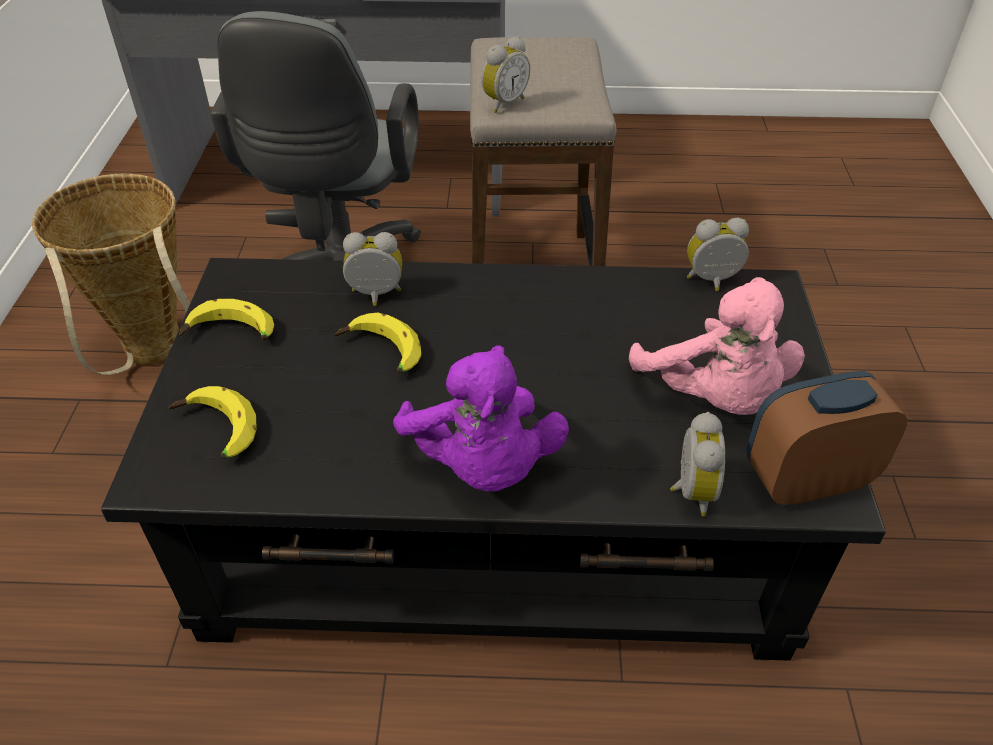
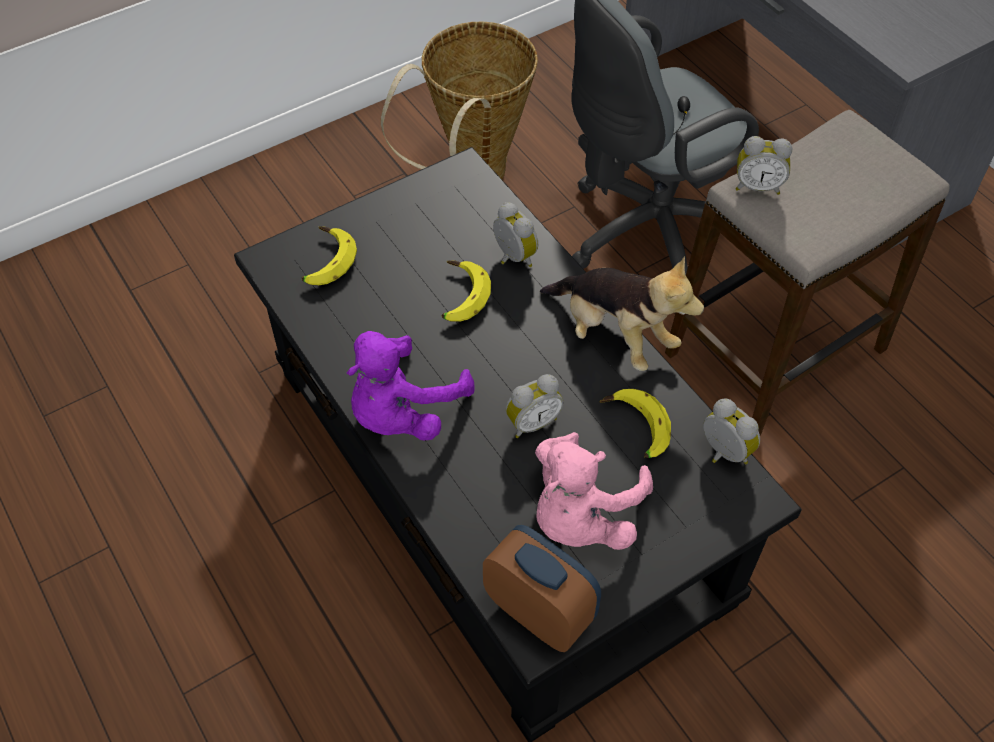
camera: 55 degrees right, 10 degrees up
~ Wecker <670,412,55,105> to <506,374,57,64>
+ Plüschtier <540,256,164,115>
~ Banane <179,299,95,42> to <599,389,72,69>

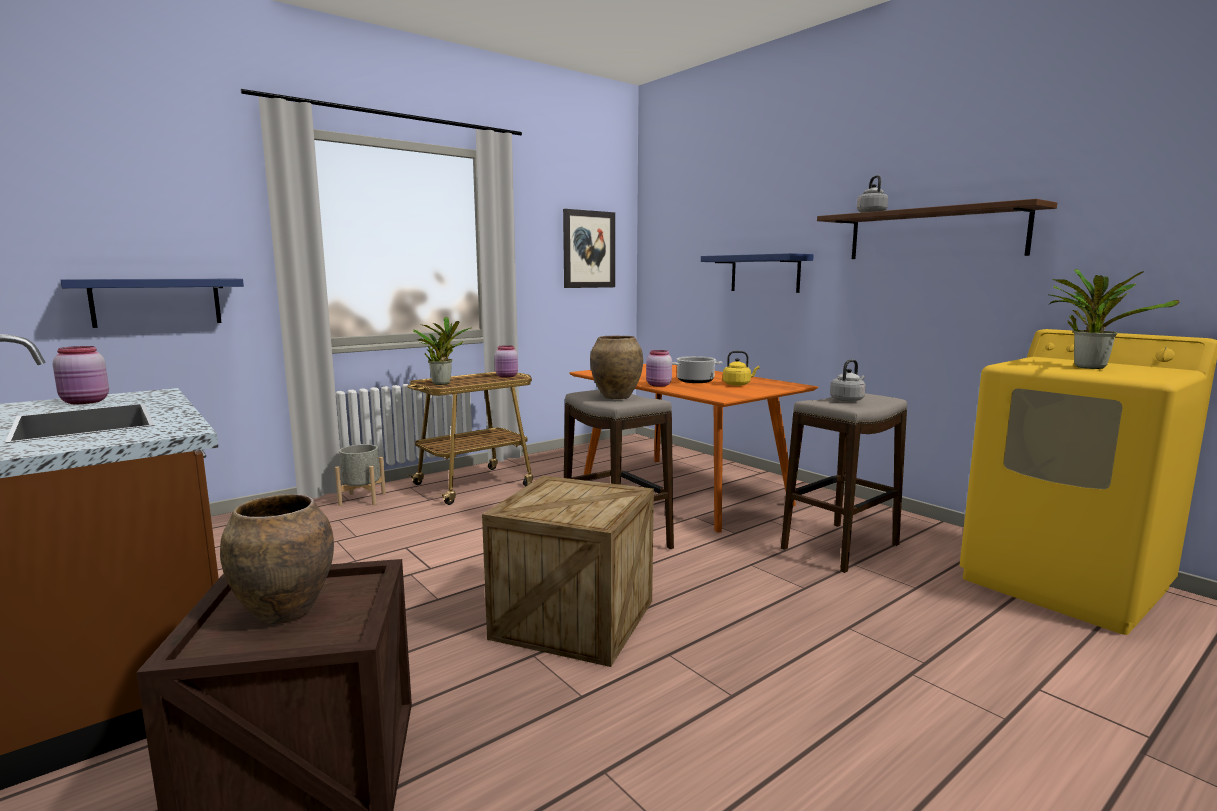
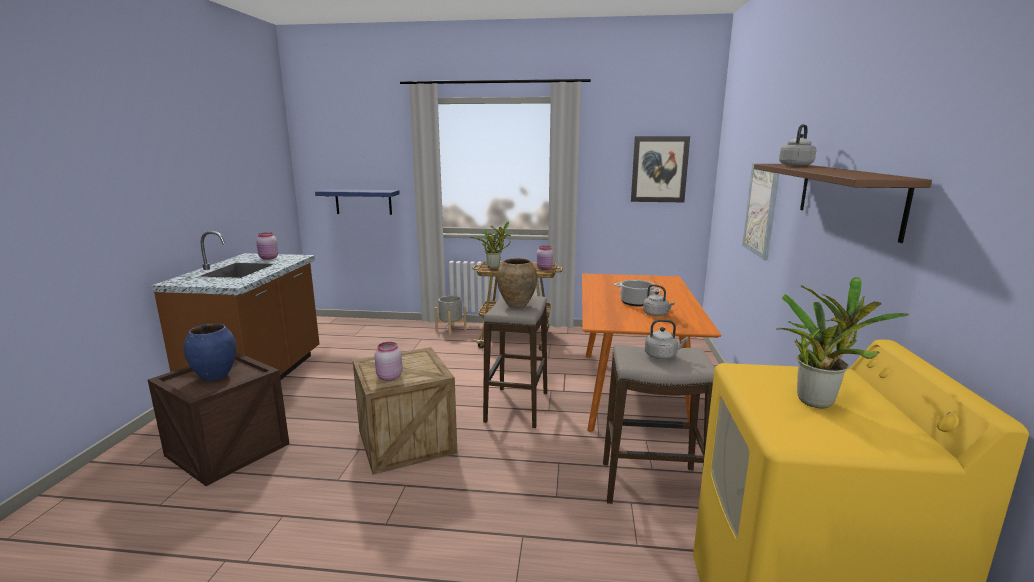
camera: 45 degrees right, 5 degrees up
~ Vase [braun] <220,494,114,130> to Vase [blau] <184,324,52,57>
~ Vorratsglas [rosa] <646,350,26,37> to <375,342,28,39>
~ Wasserkessel [gelb] <723,351,37,35> to Wasserkessel [grau] <643,284,32,32>
~ Wandregal [blau] <701,253,113,40> to Bild <742,163,37,97>

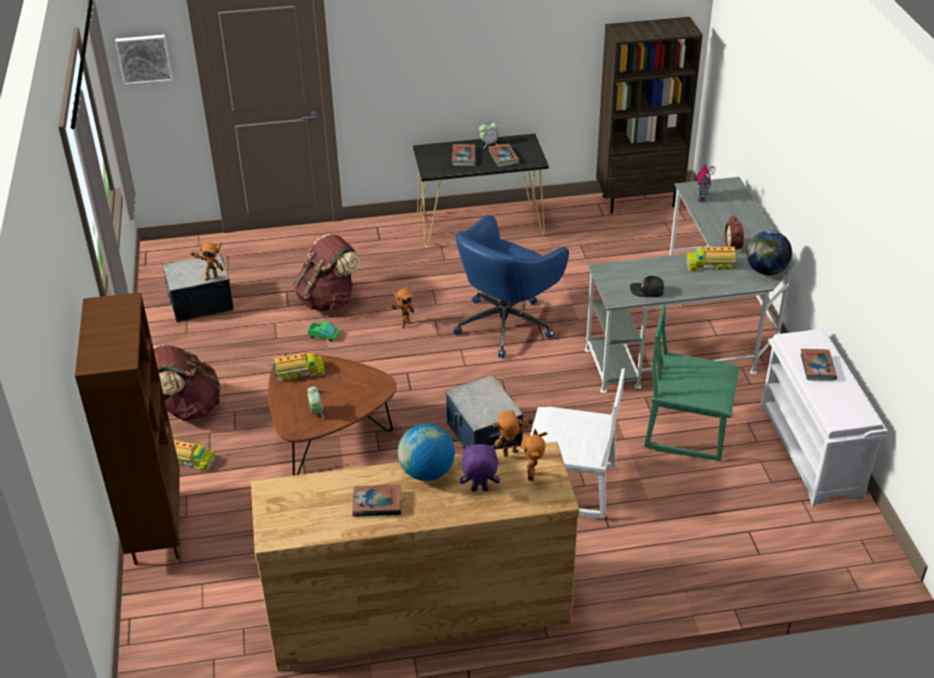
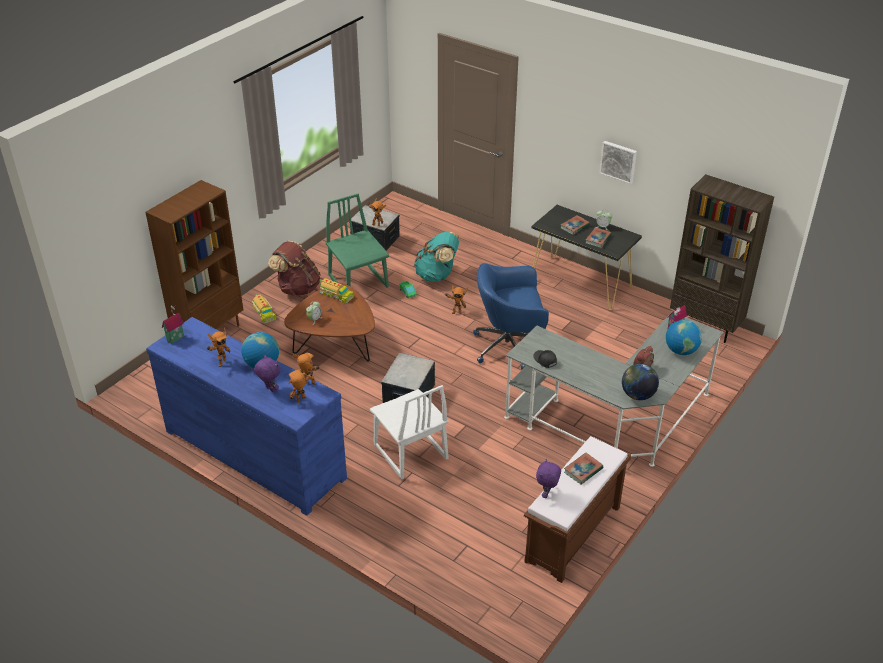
camera: 45 degrees right, 0 degrees up
~ Kommode [braun] <251,442,329,229> to Kommode [blau] <146,317,201,199>
+ Spielzeughaus <162,305,22,39>
~ Buch <352,484,49,33> to Spielzeugroboter <207,328,23,39>
~ Stuhl [grün] <644,304,95,157> to <326,194,63,94>
~ Rucksack [braun] <293,234,68,77> to Rucksack [türkis] <414,232,45,50>
~ Bank [weiß] <760,329,128,178> to Bank [braun] <524,436,107,147>
+ Plüschtier [lila] <536,459,25,39>
~ Bild <115,35,57,50> to <599,141,38,43>
+ Globus <666,320,36,35>
- Spielzeuglaster <686,247,55,24>

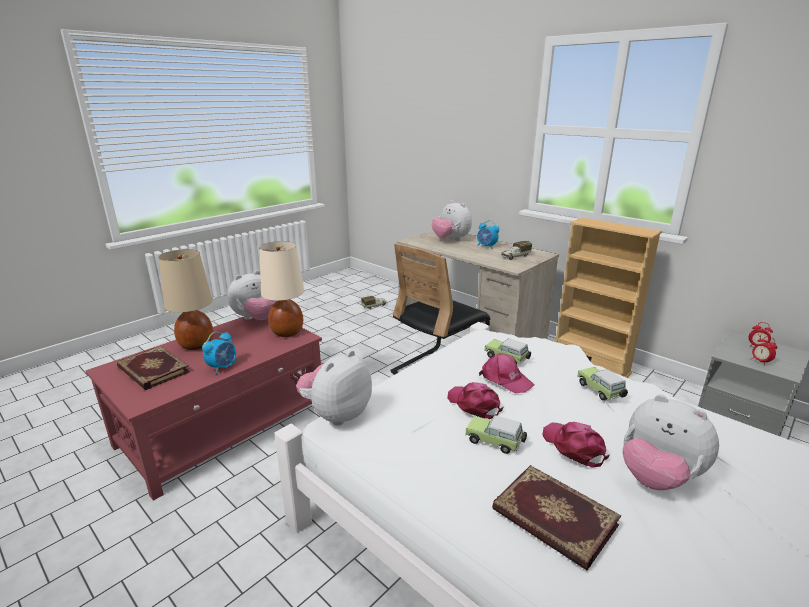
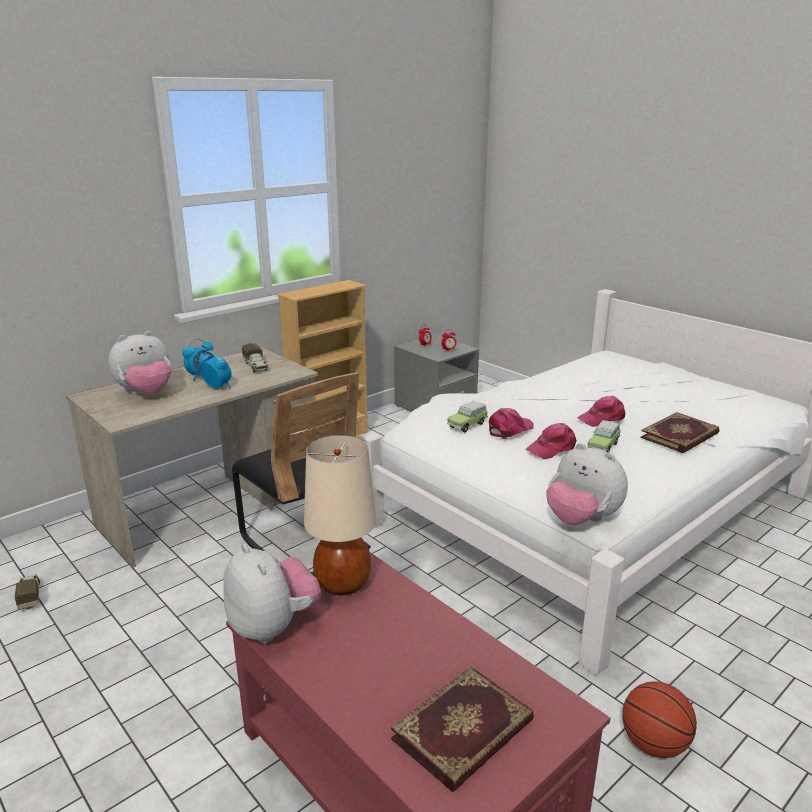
camera: 85 degrees left, 0 degrees up
~ Wecker <202,332,34,42> to <199,351,33,38>
+ Basketball <622,681,75,77>
- Tischlampe [beige] <159,249,54,101>
- Spielzeugauto <577,367,51,33>
- Plüschtier <623,394,96,96>

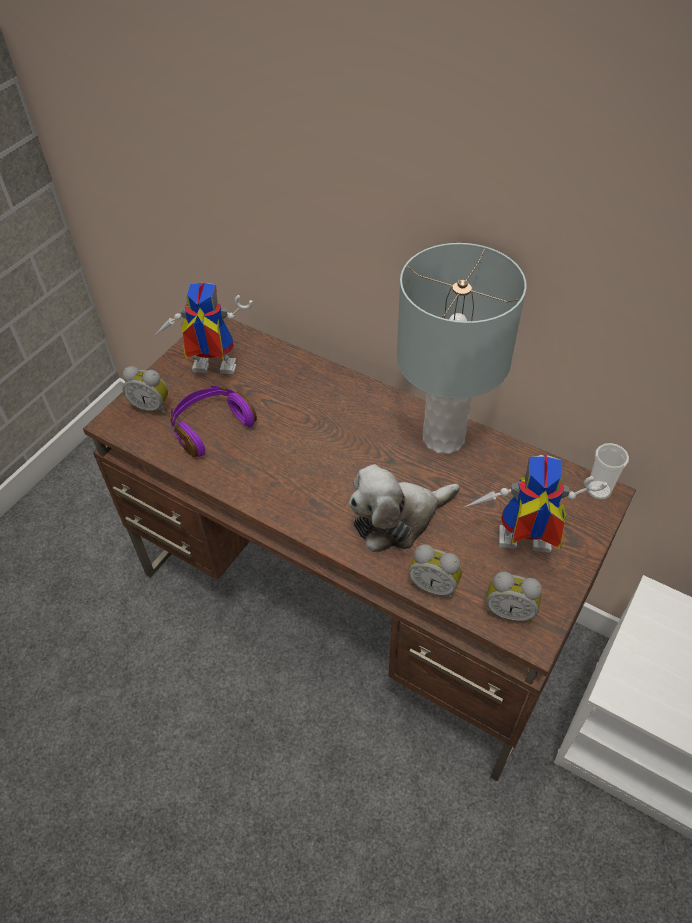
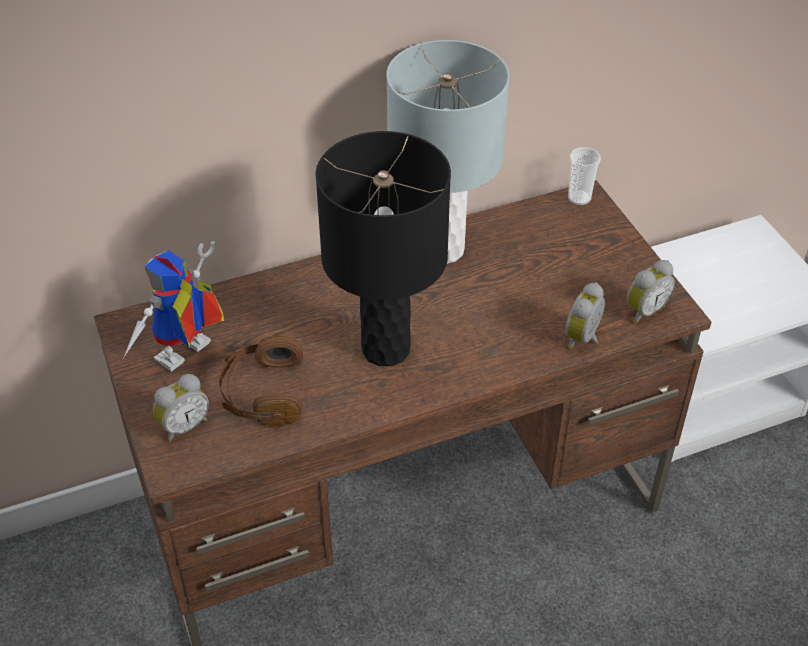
camera: 55 degrees left, 5 degrees down
~ Kopfhörer [lila] <170,385,87,72> to Kopfhörer [braun] <219,335,84,91>
+ Tischlampe [schwarz] <315,131,136,235>
~ Wecker <408,544,54,55> = <565,283,40,66> 150 degrees clockwise
- Plüschtier <349,464,111,88>
- Spielzeugroboter <463,455,144,97>

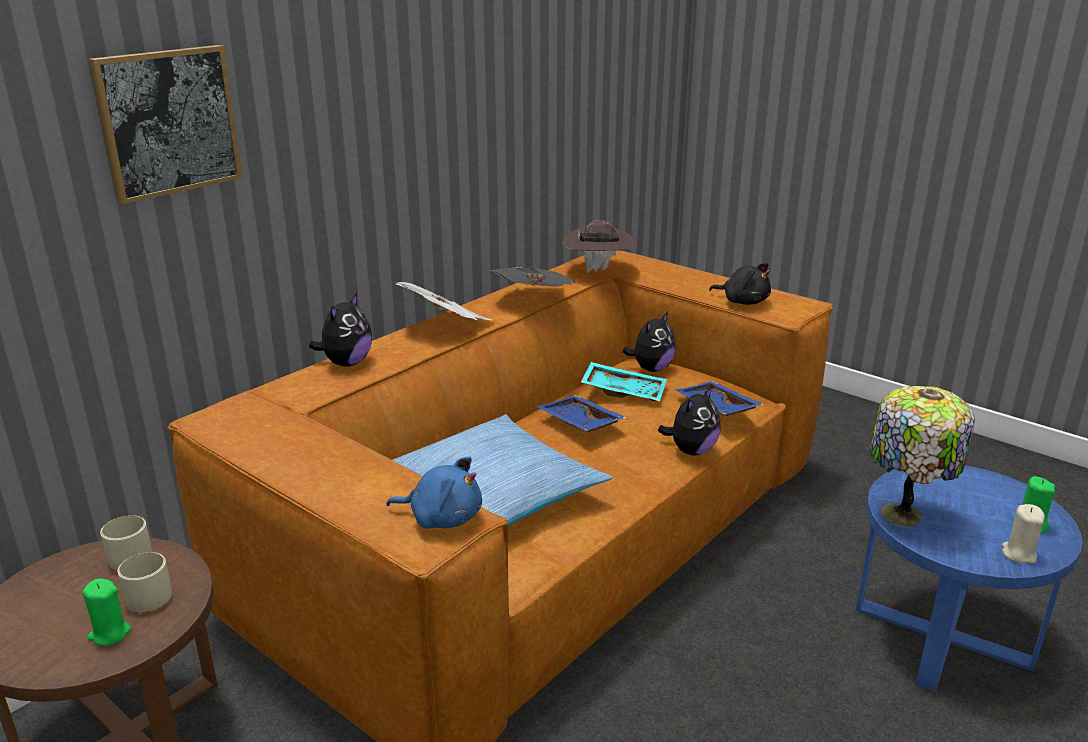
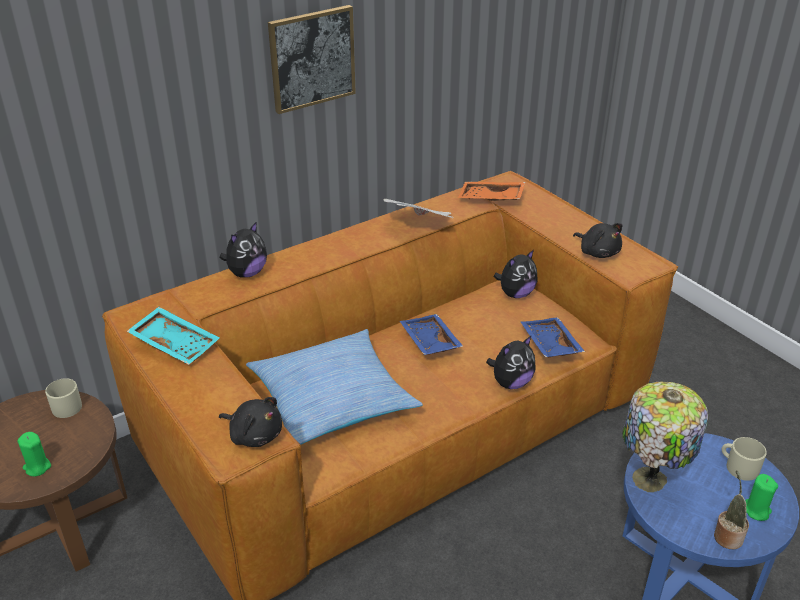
camera: 15 degrees right, 10 degrees up
~ Tablett [türkis] <581,362,86,40> to <127,307,93,58>
~ Plüschtier [blau] <386,456,96,73> to Plüschtier [schwarz] <219,397,63,50>
~ Bild <89,45,154,159> to <268,5,88,109>
~ Hut [braun] <562,220,75,53> to Tablett [orange] <458,182,68,19>
~ Kerze [beige] <1002,504,43,60> to Topfpflanze <714,470,35,79>
~ Henkelbecher [beige] <118,552,54,60> to <721,437,46,44>
- Zeitung <396,282,97,38>

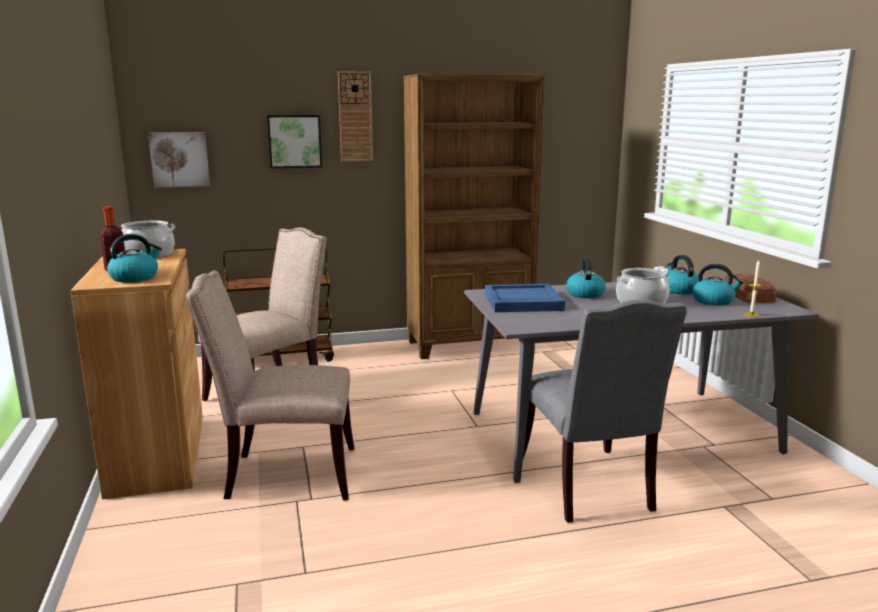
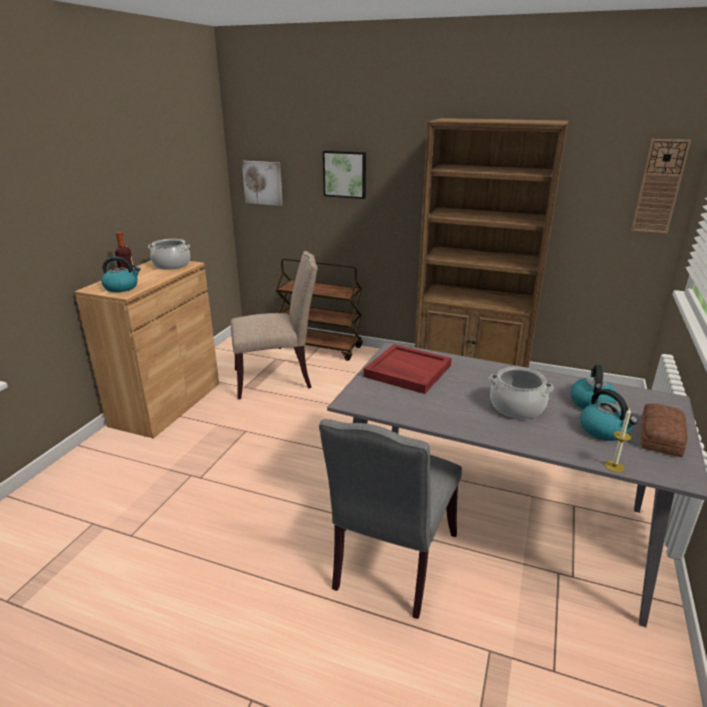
camera: 35 degrees right, 10 degrees up
~ Tablett [blau] <485,284,80,28> to Tablett [rot] <363,344,89,50>
~ Wanduhr <338,71,35,91> to <631,139,60,95>
- Stuhl [beige] <186,271,168,230>
- Wasserkessel <566,258,40,40>

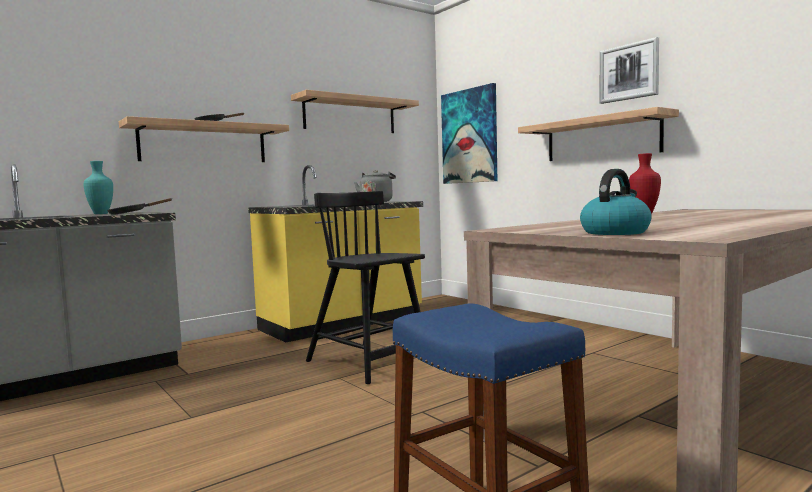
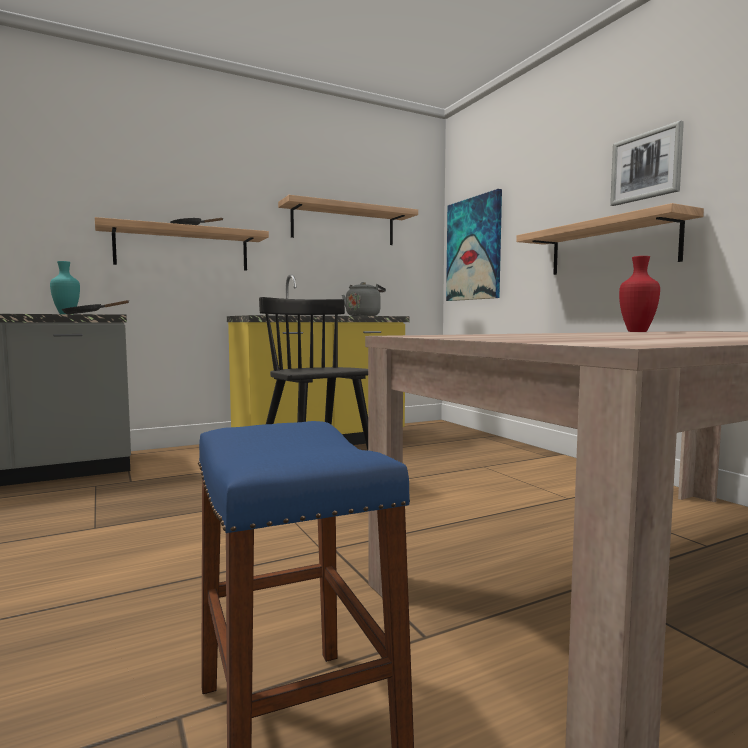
camera: 10 degrees right, 0 degrees up
- Wasserkessel <580,169,72,66>

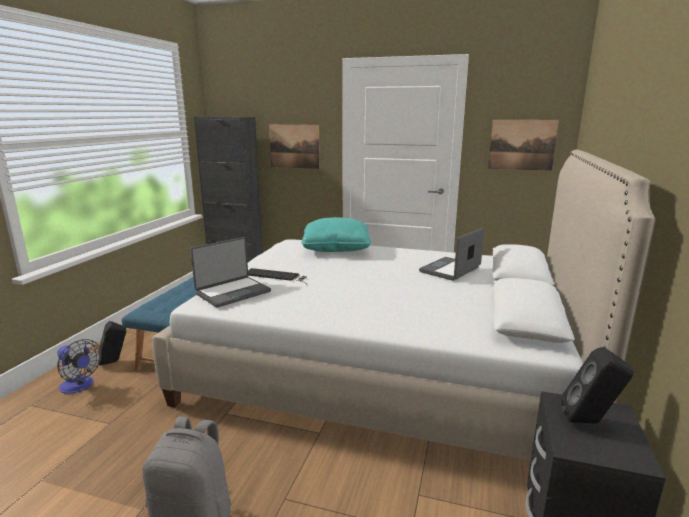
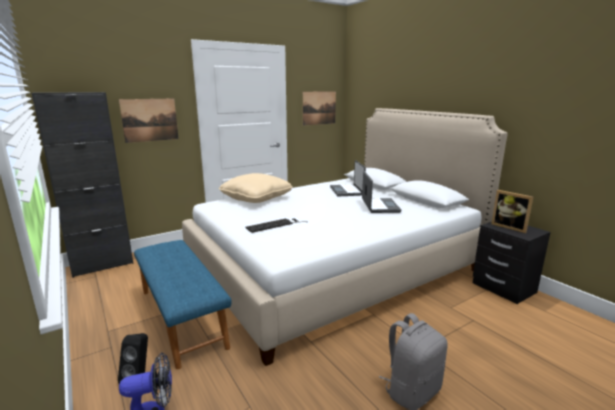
camera: 50 degrees left, 0 degrees up
~ Kissen [türkis] <301,217,70,35> to Kissen [beige] <218,173,75,30>
~ Laptop <190,237,81,71> to <362,171,39,42>
~ Lautsprecher [schwarz] <561,347,73,77> to Bilderrahmen <491,190,42,43>

